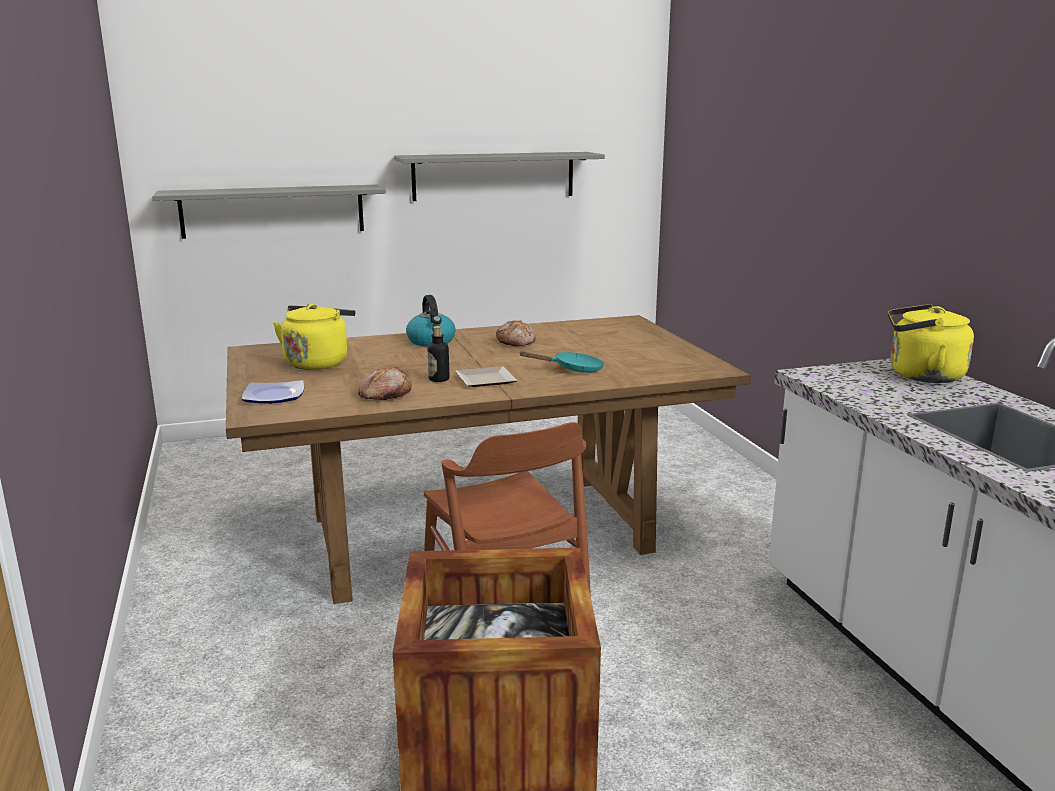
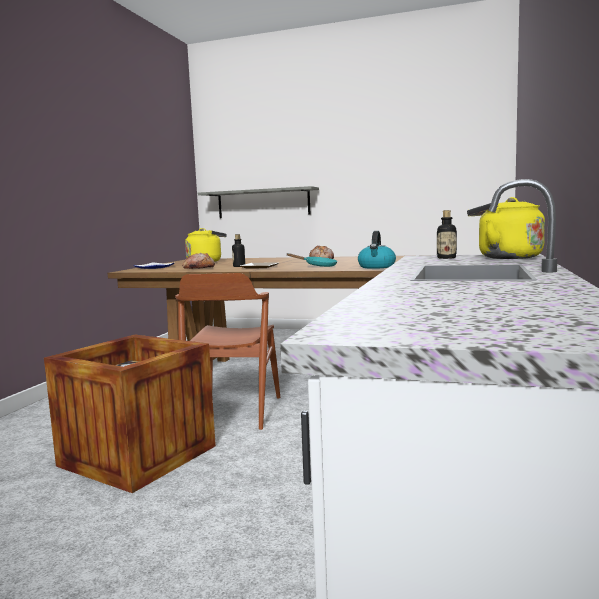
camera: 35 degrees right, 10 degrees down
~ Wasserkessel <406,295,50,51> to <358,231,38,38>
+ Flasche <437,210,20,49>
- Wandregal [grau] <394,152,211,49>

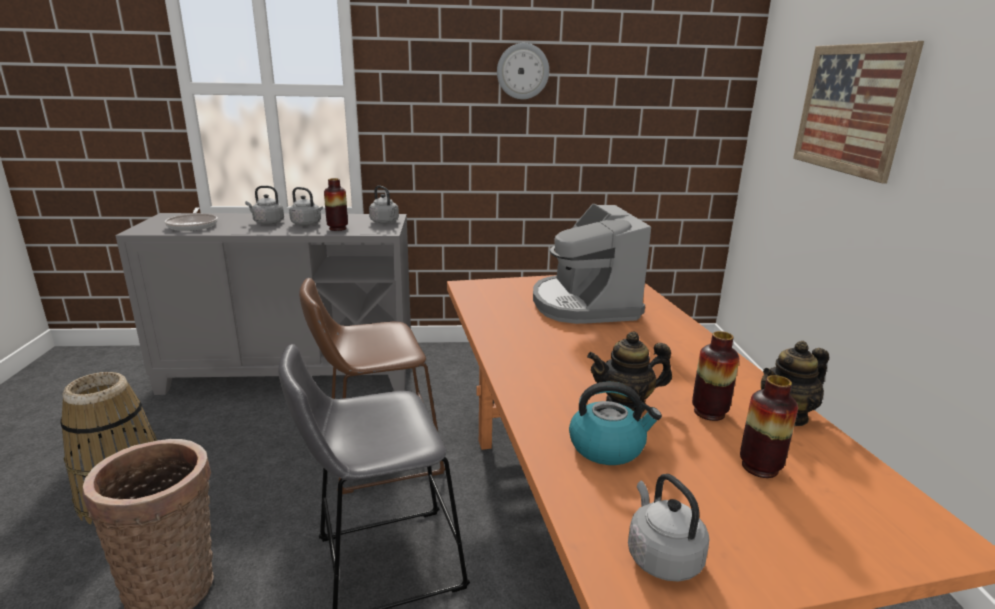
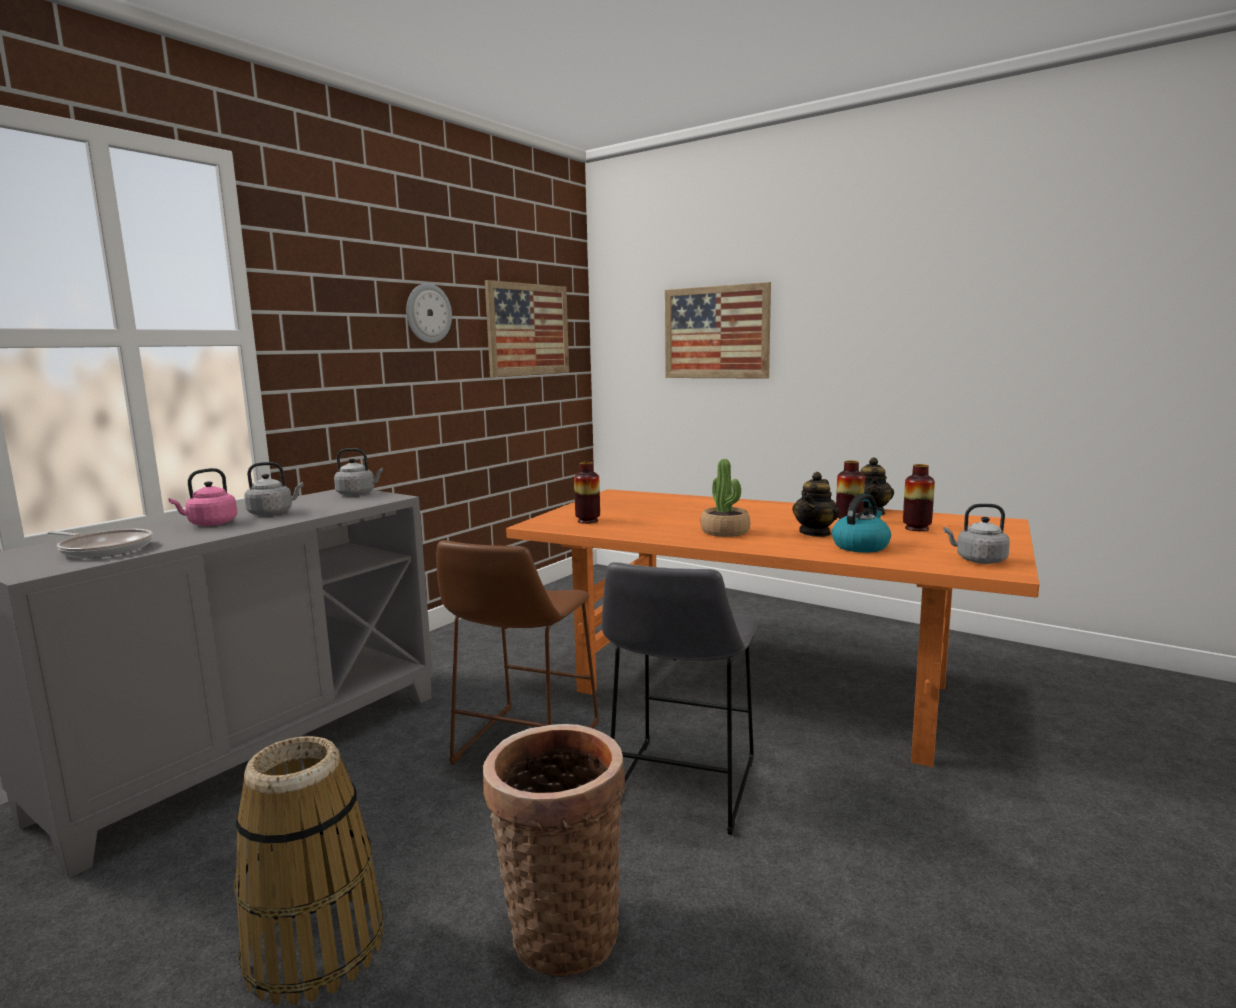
camera: 50 degrees left, 10 degrees down
~ Wasserkessel [grau] <245,186,39,39> to Wasserkessel [rosa] <169,468,68,58>
+ Bild <485,280,84,97>
~ Vase <324,178,24,53> to <574,462,26,62>
+ Topfpflanze <701,459,49,78>
- Kaffeemaschine <533,204,118,120>

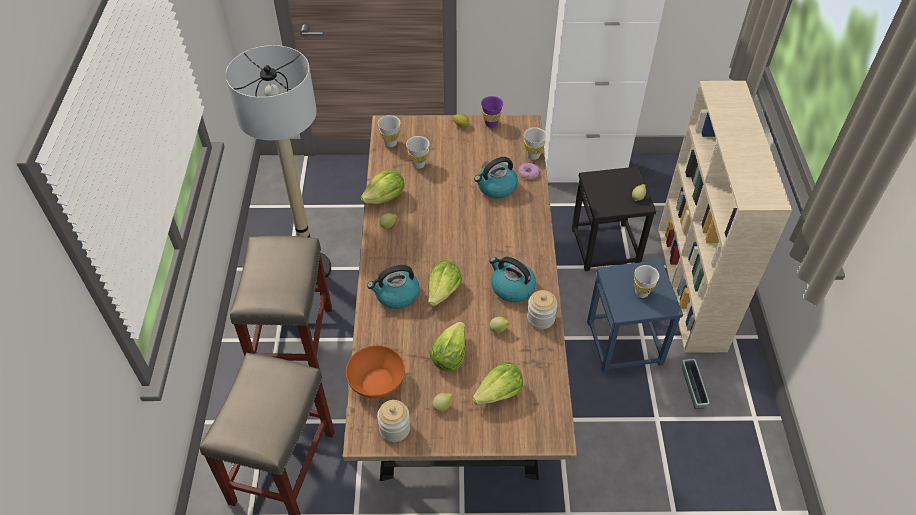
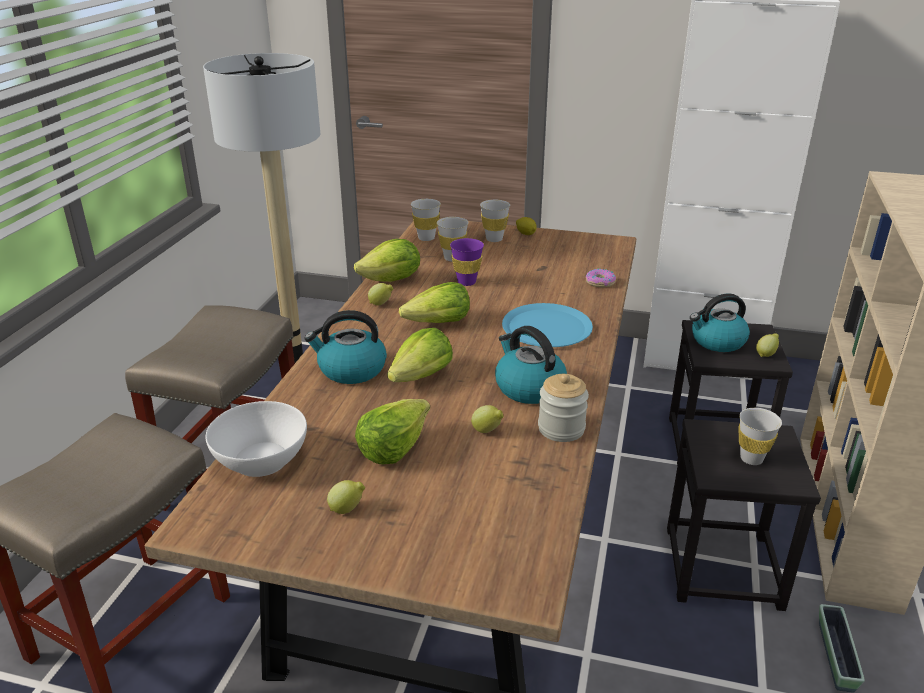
camera: 15 degrees right, 20 degrees down
~ Schüssel [orange] <346,345,59,54> to Schüssel [weiß] <205,401,102,76>
~ Salatkopf <472,362,51,43> to <399,282,71,41>
~ Tasse [lila] <481,96,22,32> to <450,238,34,48>
~ Tasse [weiß] <524,127,23,33> to <480,200,30,42>
+ Teller [blau] <502,303,91,44>
~ Hocker [blau] <587,260,96,113> to Hocker [schwarz] <667,419,154,192>
~ Wasserkessel <474,157,44,42> to <690,293,60,59>
- Vorratsglas <377,400,33,42>

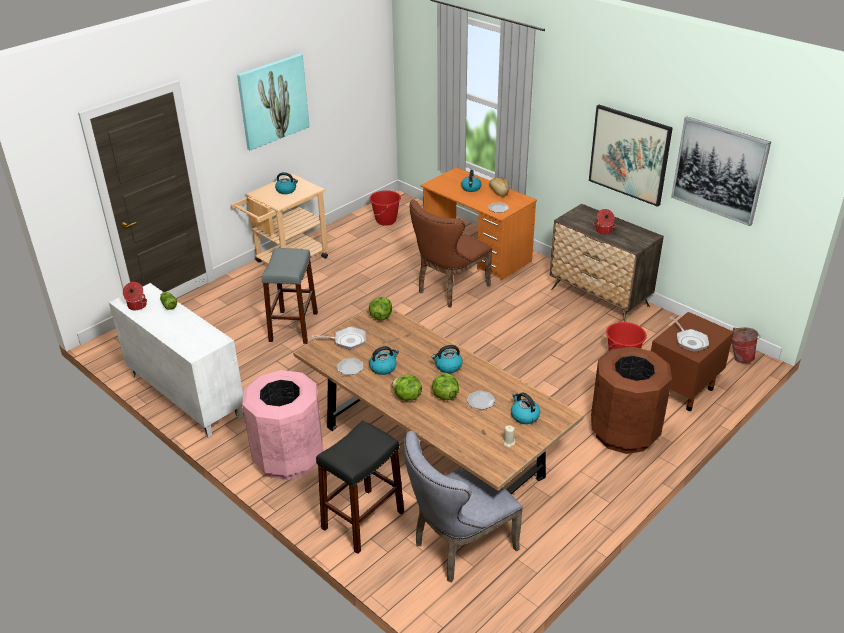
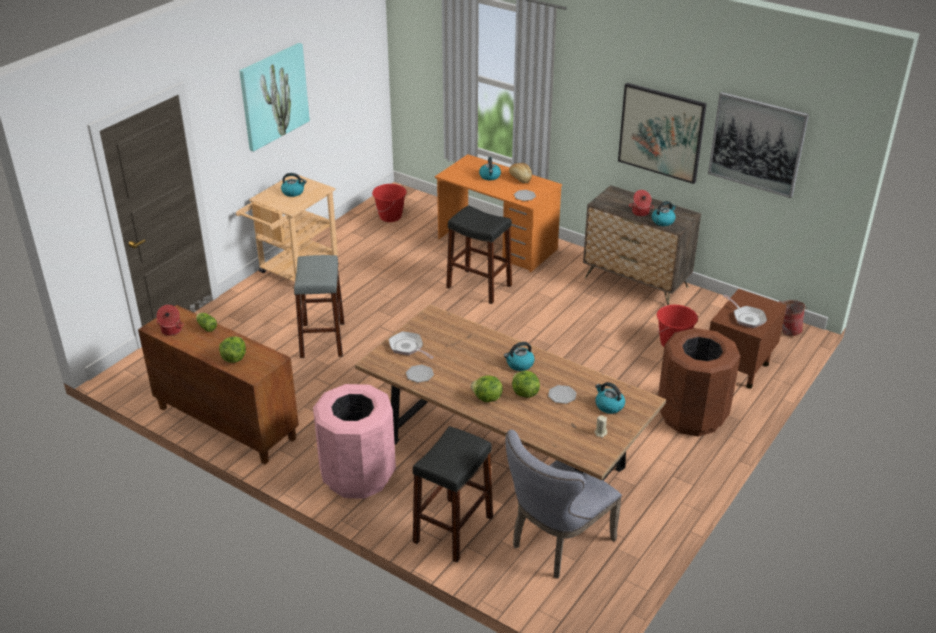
camera: 10 degrees left, 0 degrees up
~ Schrank [weiß] <109,283,134,155> to Schrank [braun] <138,305,161,159>
~ Salatkopf <369,297,23,23> to <219,336,27,27>
~ Pfanne <312,326,54,24> = <389,331,45,28> 120 degrees counterclockwise
~ Stuhl [braun] <410,200,82,108> to Hocker [schwarz] <446,205,66,99>
~ Wasserkessel <369,346,30,29> to <652,201,24,25>

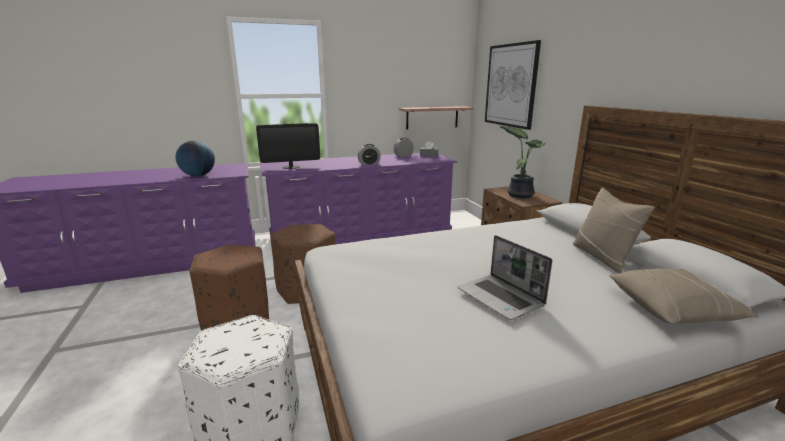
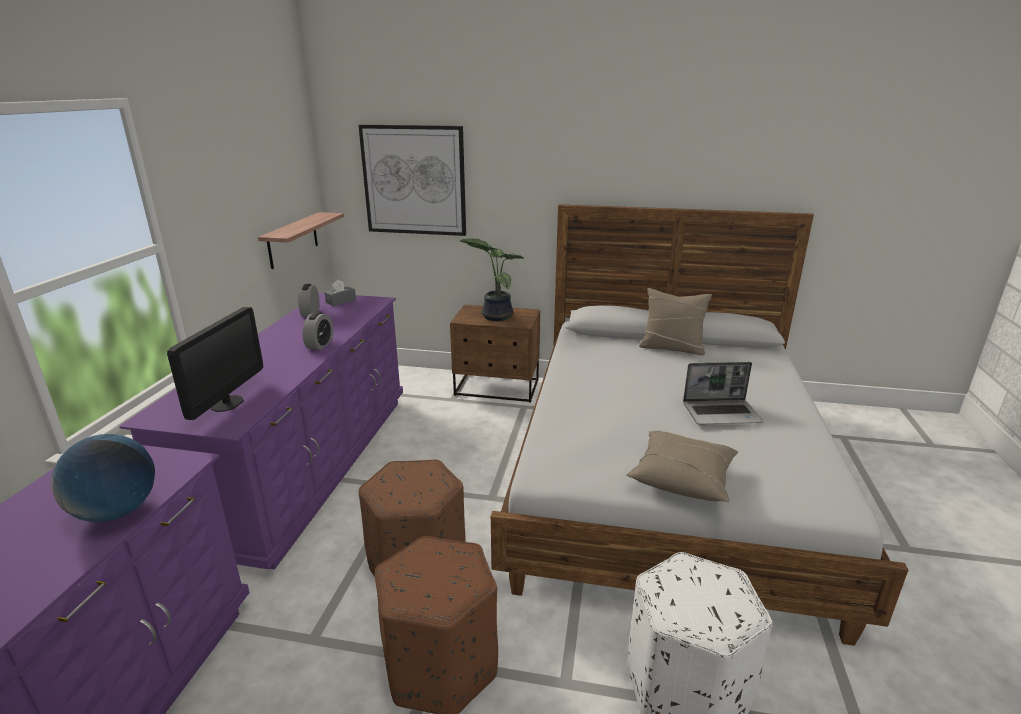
camera: 60 degrees left, 5 degrees up
~ Kissen [beige] <609,268,150,56> to <627,431,111,71>

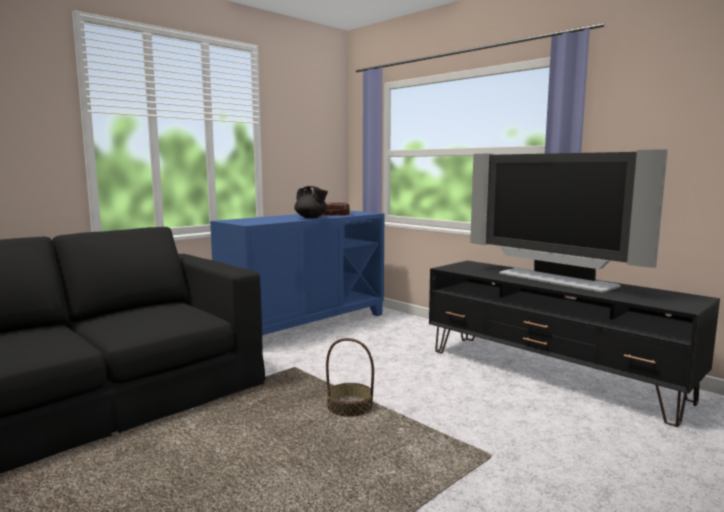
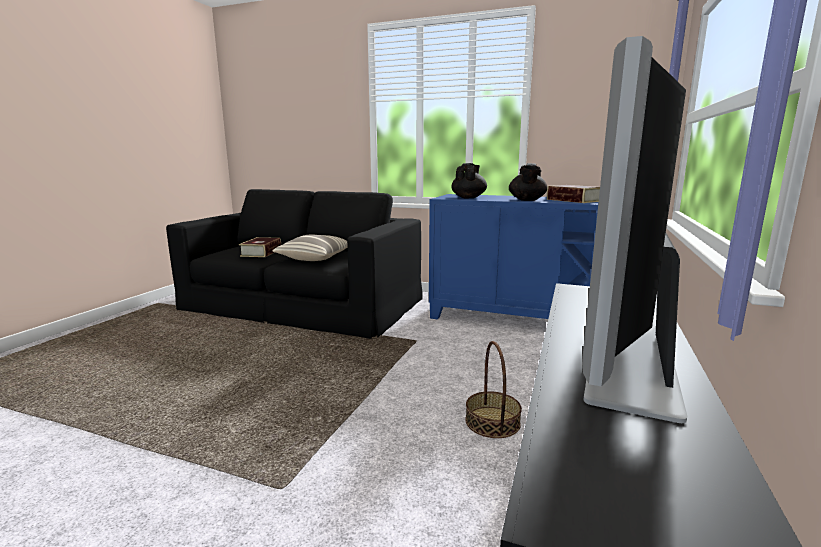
camera: 65 degrees right, 5 degrees up
+ Buch <239,237,42,20>
+ Kissen <272,234,76,27>
+ Teekanne [schwarz] <451,163,36,35>
~ Korb <326,338,48,79> to <465,341,57,97>

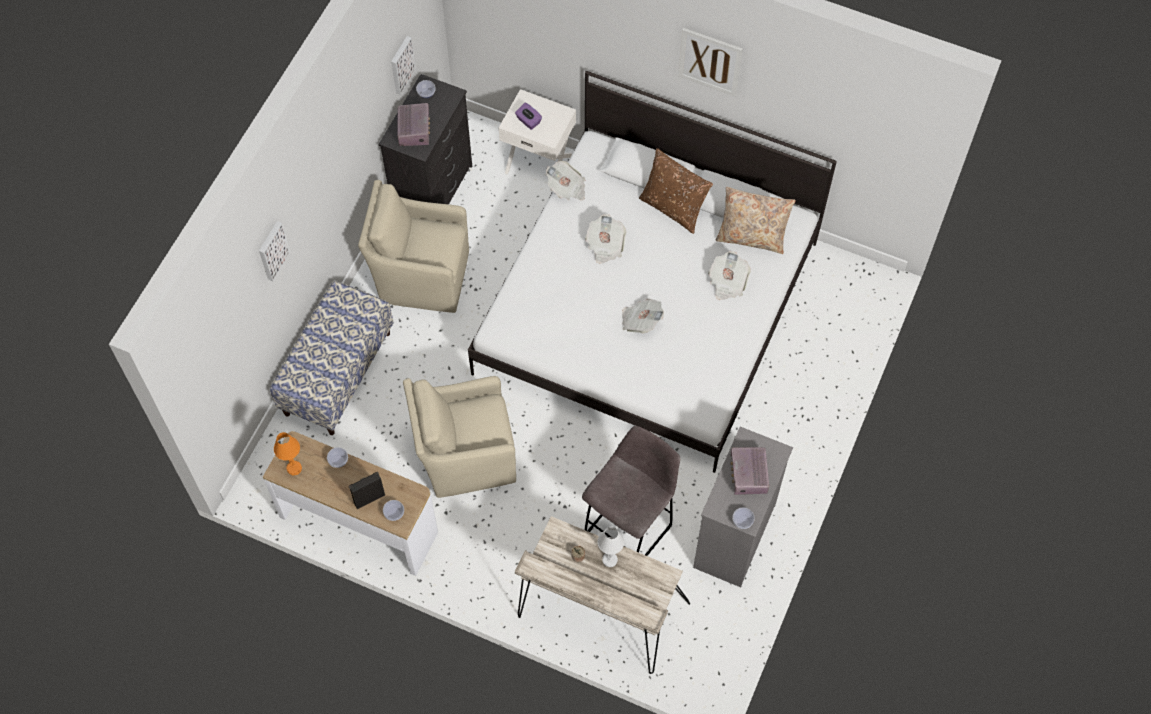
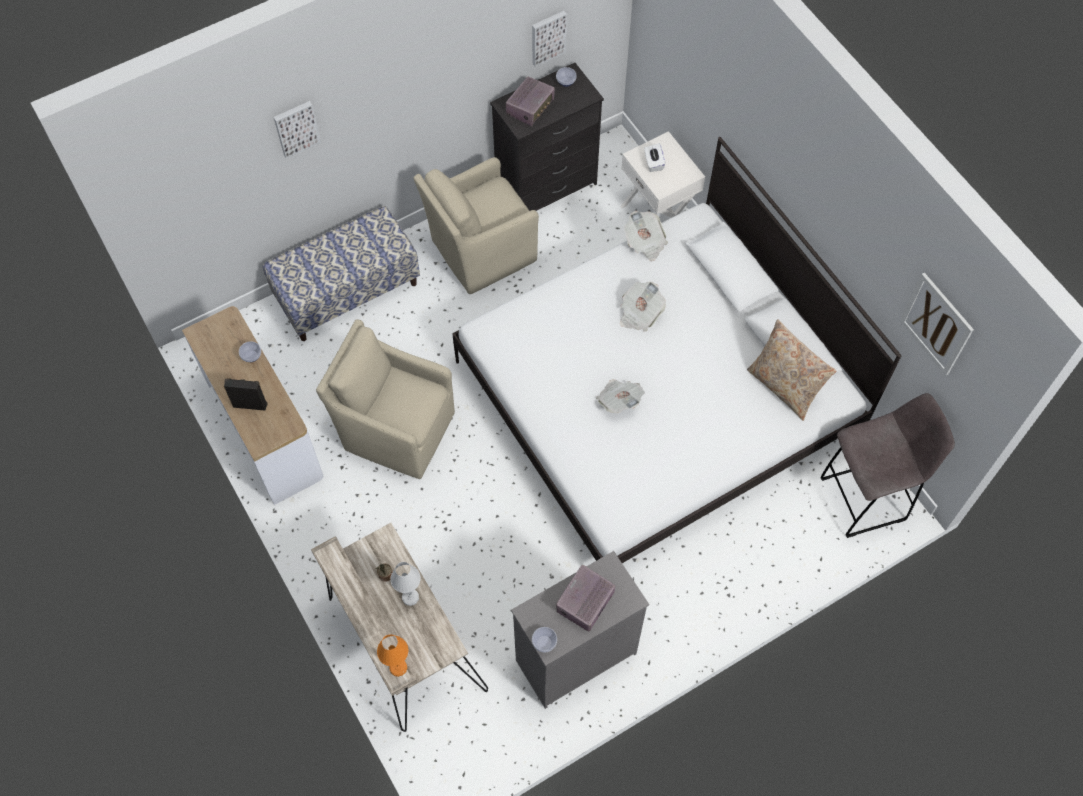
camera: 35 degrees right, 0 degrees up
~ Tischlampe [orange] <274,432,28,43> to <377,635,31,42>
~ Sessel [beige] <358,180,111,133> = <413,157,126,137> 75 degrees counterclockwise
~ Taschentuchbox [lila] <515,103,27,27> to Taschentuchbox [weiß] <644,143,21,29>
~ Hocker [grau] <582,426,98,130> to <820,393,135,145>
~ Bild <678,28,65,68> to <900,272,74,104>
- Schüssel <383,500,21,21>
- Kissen [braun] <639,148,74,86>
- Zeitung <708,251,43,49>

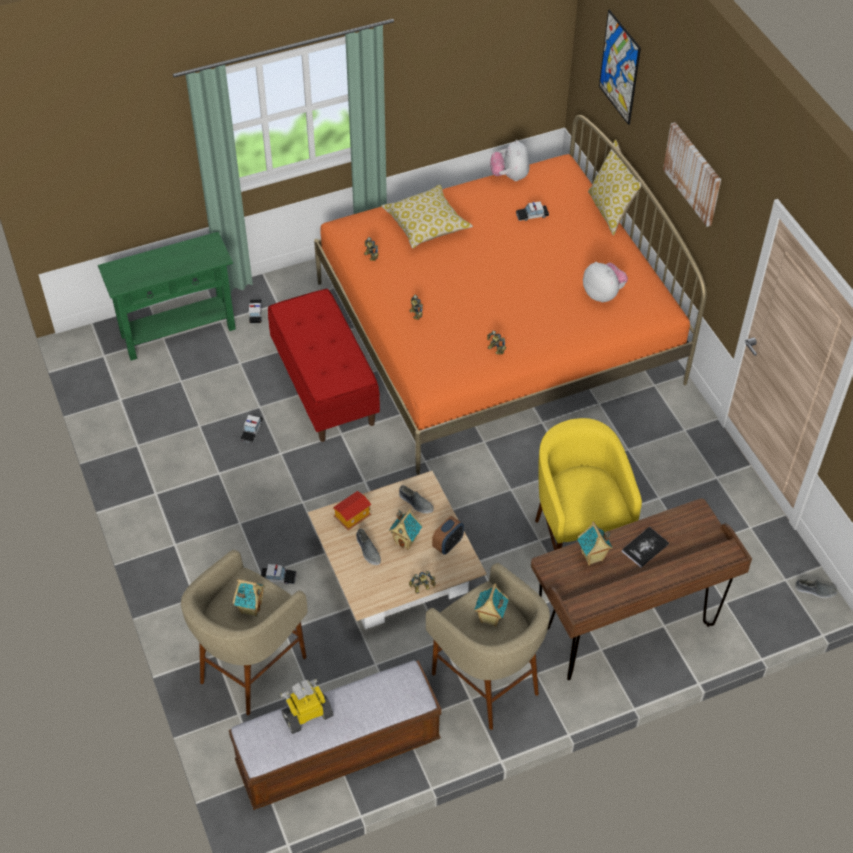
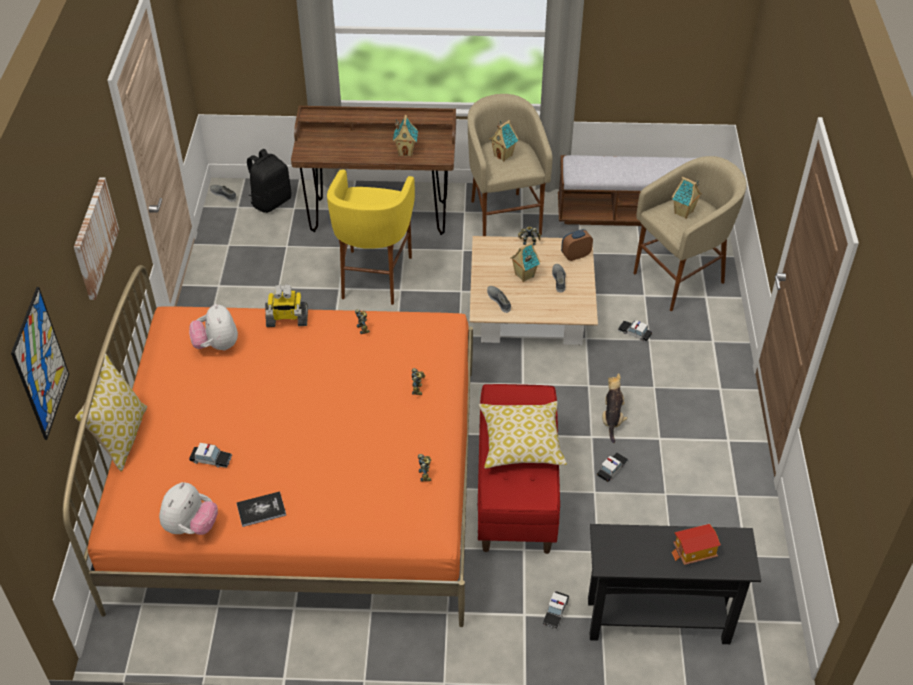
camera: 155 degrees left, 5 degrees down
~ Buch <621,527,48,41> to <237,491,49,36>
+ Rucksack [schwarz] <247,149,44,64>
~ Spielzeugroboter <280,679,54,55> to <265,284,43,43>
~ Kissen <381,185,92,63> to <479,401,88,68>
~ Wecker <432,516,32,39> to <561,229,32,32>
~ Konsolentisch [grün] <98,232,138,128> to Konsolentisch [schwarz] <588,524,173,120>
+ Plüschtier <602,373,26,70>
~ Spielzeughaus <333,491,39,39> to <671,524,50,41>

